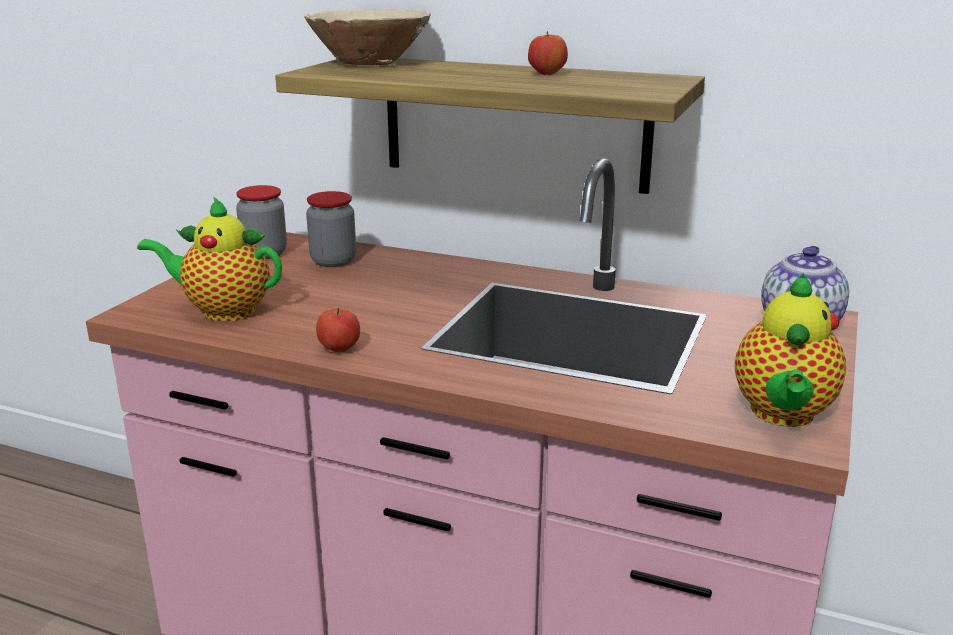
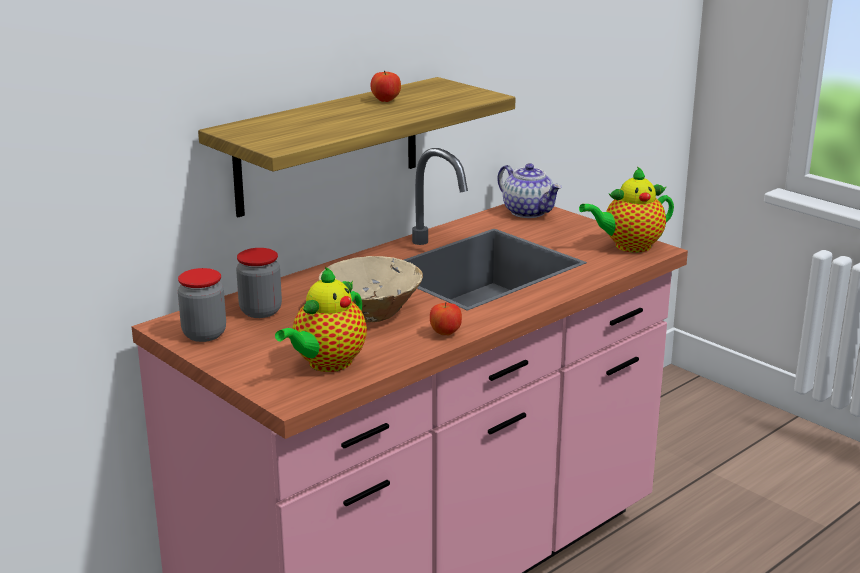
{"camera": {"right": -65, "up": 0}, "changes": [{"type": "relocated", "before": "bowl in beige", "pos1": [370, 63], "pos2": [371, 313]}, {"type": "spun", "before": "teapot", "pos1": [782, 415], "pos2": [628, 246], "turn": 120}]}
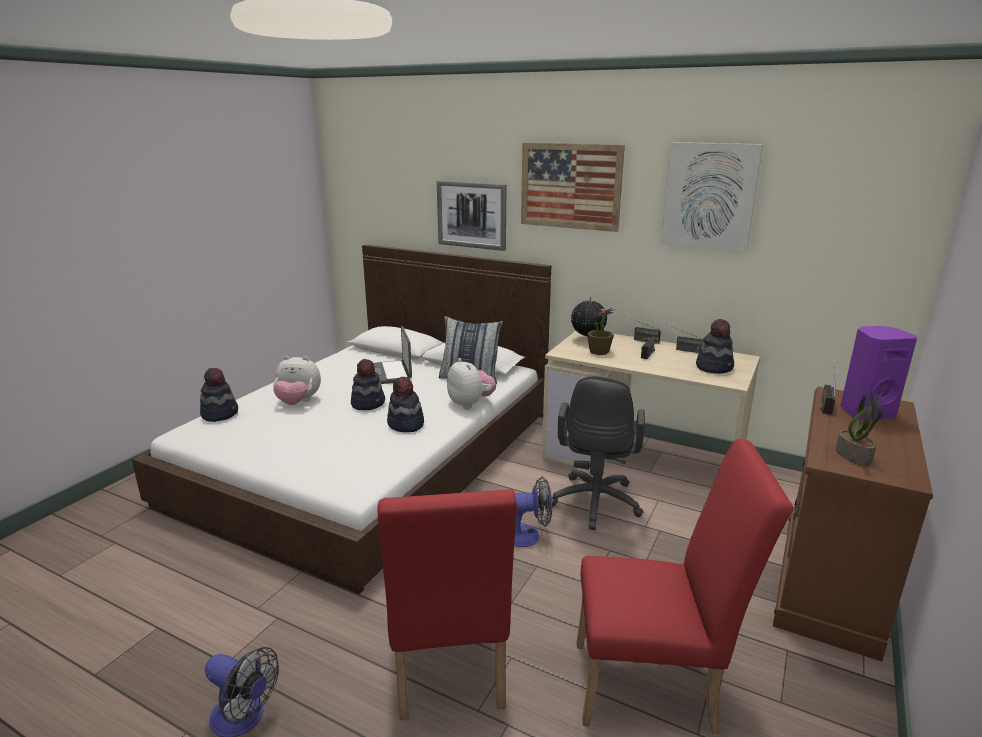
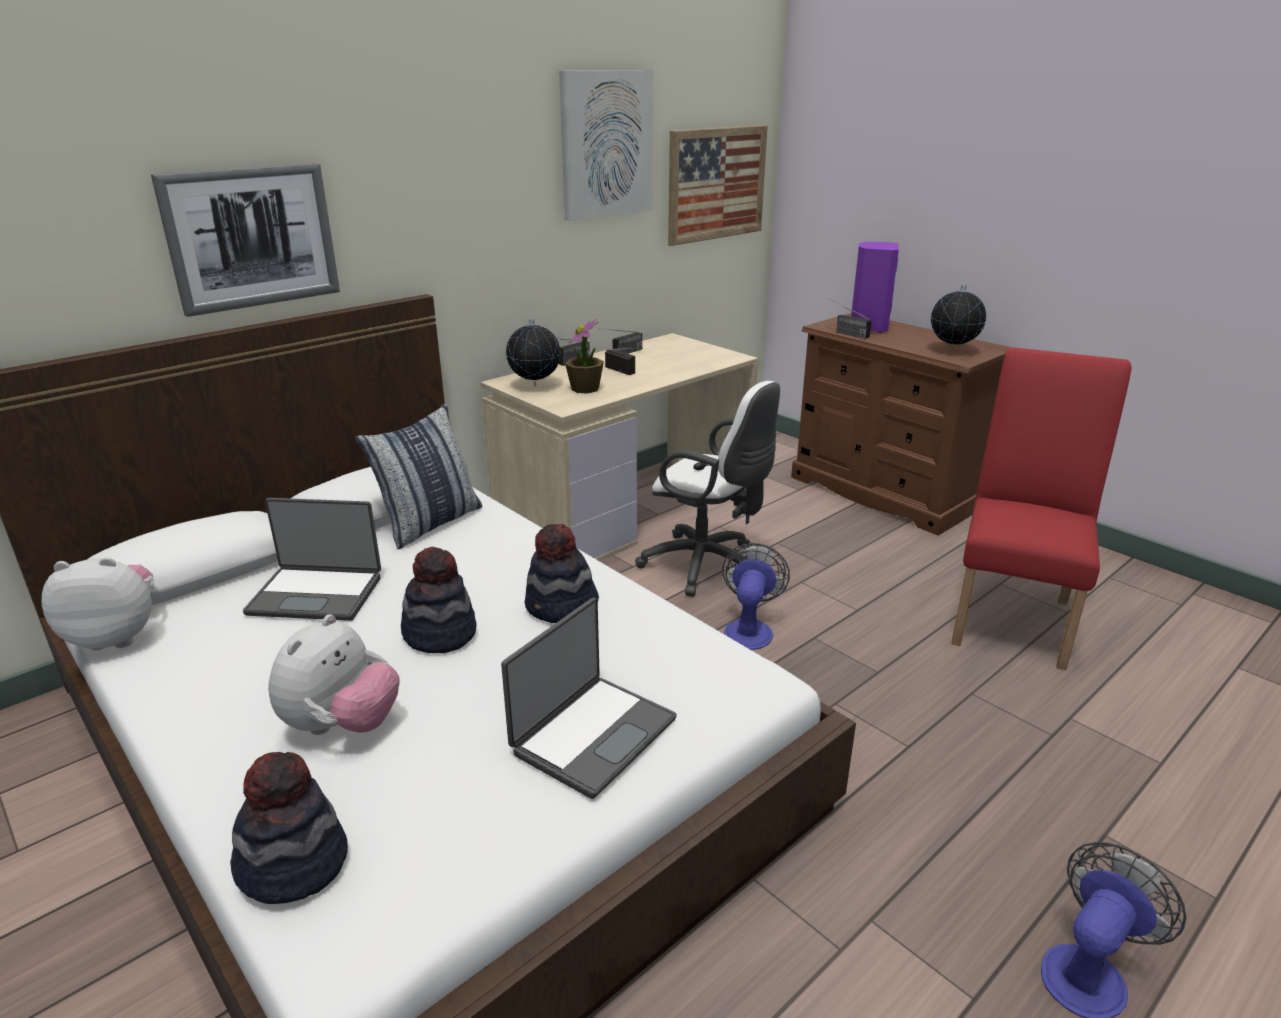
{"camera": {"right": -70, "up": 5}, "changes": [{"type": "relocated", "before": "picture", "pos1": [570, 186], "pos2": [717, 184]}, {"type": "missing", "before": "hat", "pos1": [714, 367]}, {"type": "relocated", "before": "plush toy", "pos1": [470, 404], "pos2": [117, 636]}, {"type": "colour", "before": "office chair in black", "after": "office chair in white", "pos1": [594, 505], "pos2": [708, 567]}, {"type": "exchanged", "before": "potted plant", "after": "globe", "pos1": [854, 456], "pos2": [952, 350]}, {"type": "missing", "before": "chair in red", "pos1": [448, 672]}, {"type": "appeared", "after": "laptop", "pos2": [592, 735]}]}
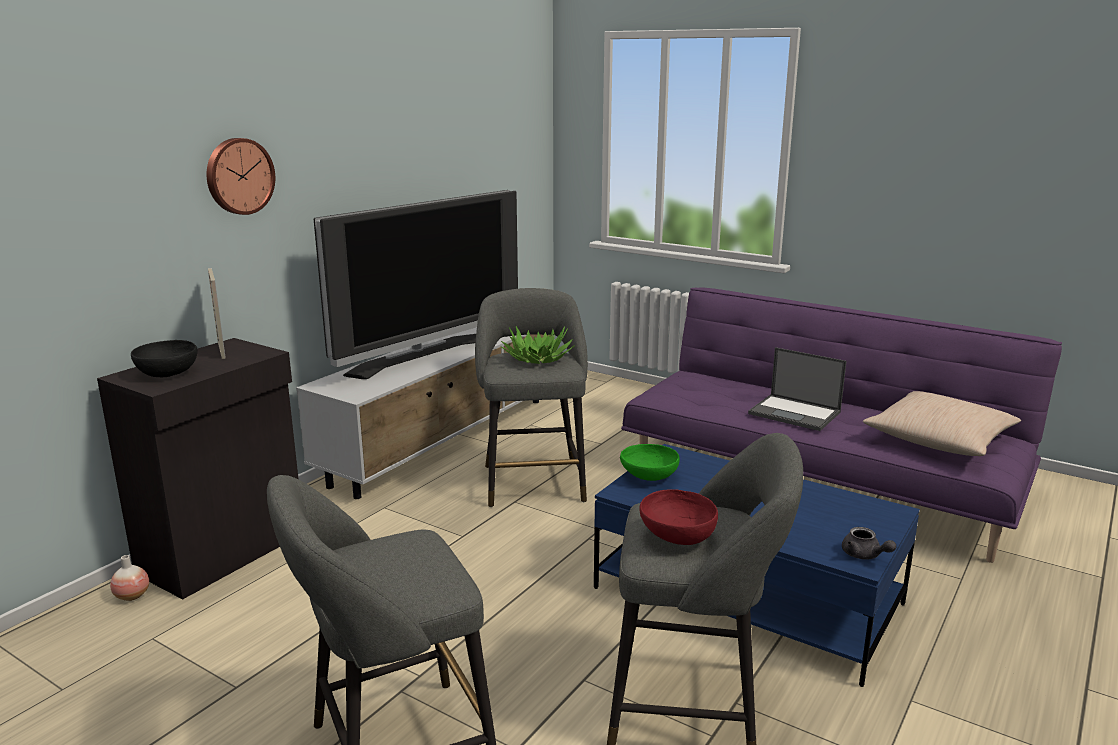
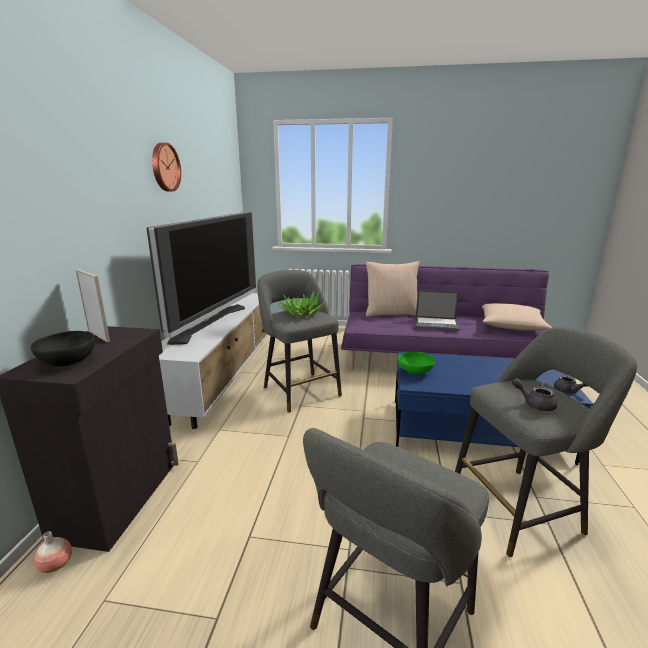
{"camera": {"right": -25, "up": 0}, "changes": [{"type": "relocated", "before": "wall clock", "pos1": [238, 176], "pos2": [164, 167]}, {"type": "exchanged", "before": "bowl in red", "after": "teapot in grey", "pos1": [676, 536], "pos2": [535, 403]}, {"type": "appeared", "after": "pillow in beige", "pos2": [391, 313]}]}
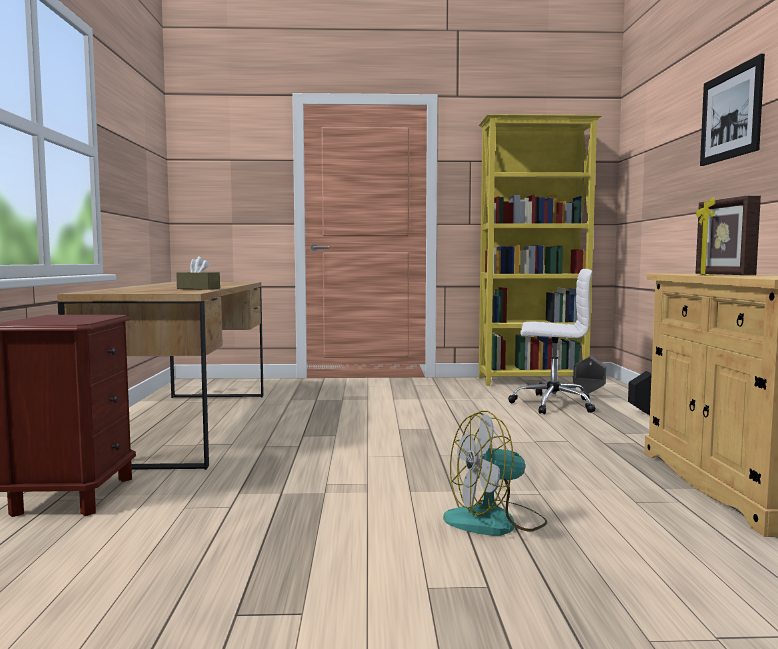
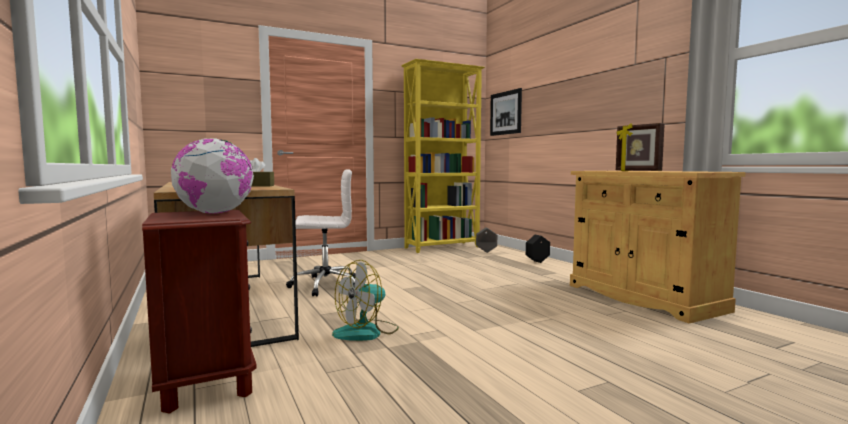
{"camera": {"right": -25, "up": 0}, "changes": [{"type": "relocated", "before": "picture", "pos1": [731, 114], "pos2": [505, 113]}, {"type": "relocated", "before": "office chair in white", "pos1": [551, 404], "pos2": [324, 285]}, {"type": "relocated", "before": "fan", "pos1": [495, 522], "pos2": [367, 332]}, {"type": "appeared", "after": "globe", "pos2": [215, 213]}]}
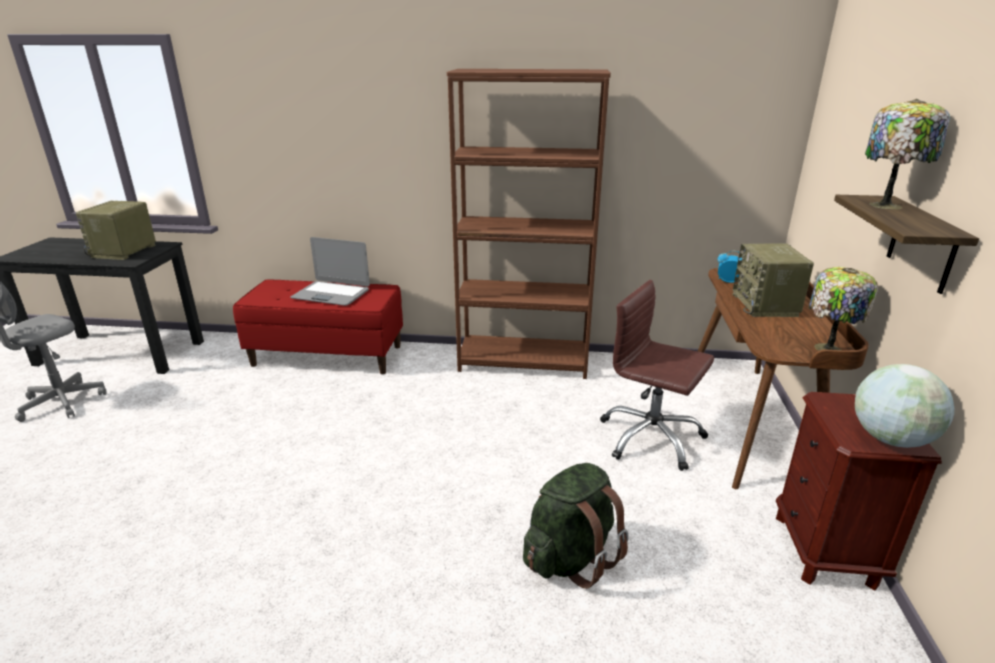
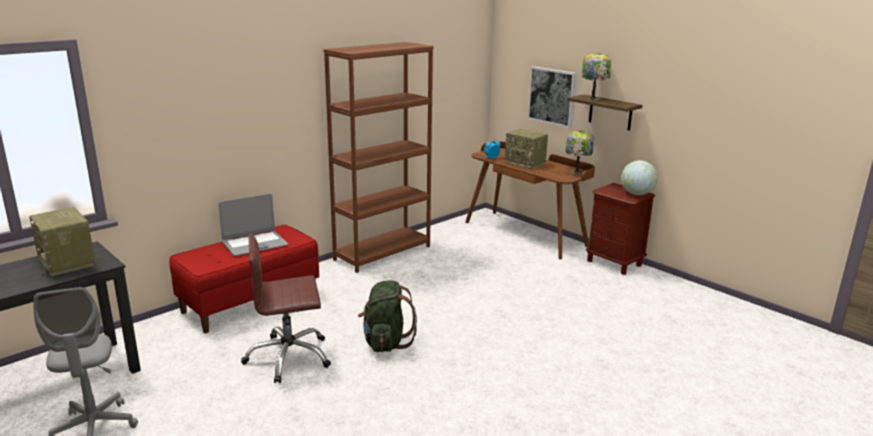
{"camera": {"right": -50, "up": -5}, "changes": [{"type": "relocated", "before": "office chair in brown", "pos1": [651, 438], "pos2": [288, 357]}, {"type": "relocated", "before": "backpack in green", "pos1": [570, 557], "pos2": [386, 342]}, {"type": "appeared", "after": "picture", "pos2": [552, 96]}]}
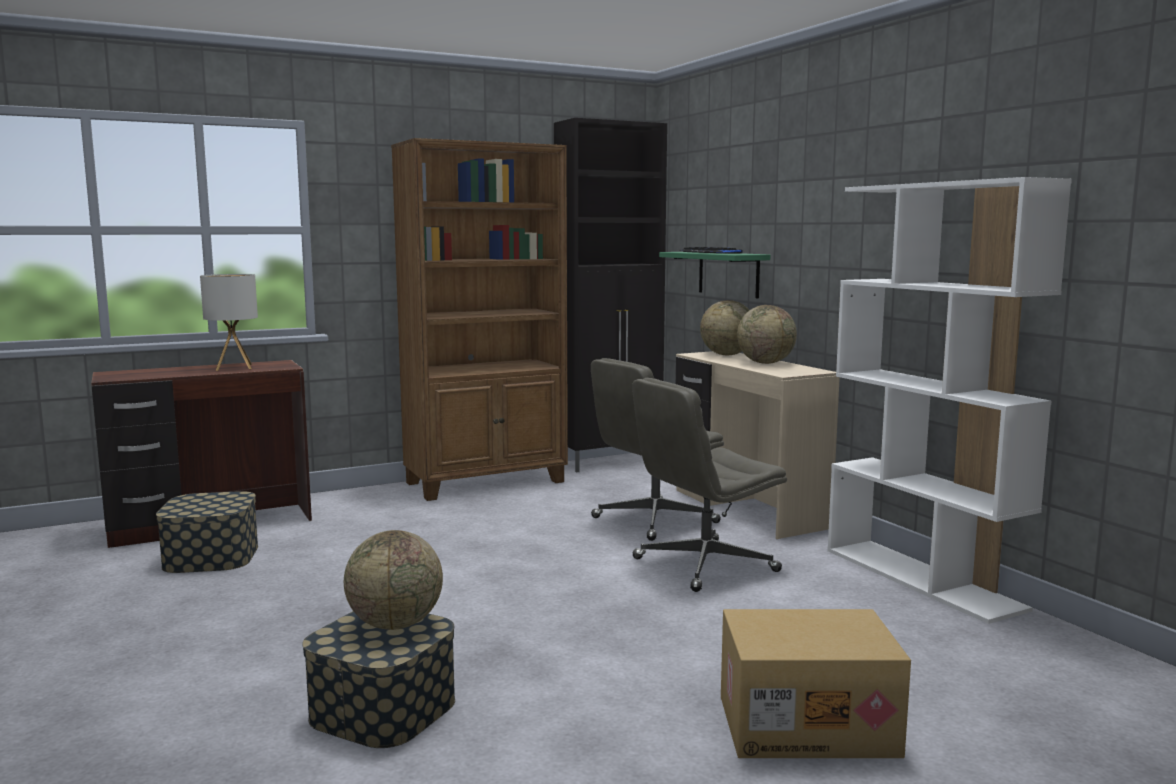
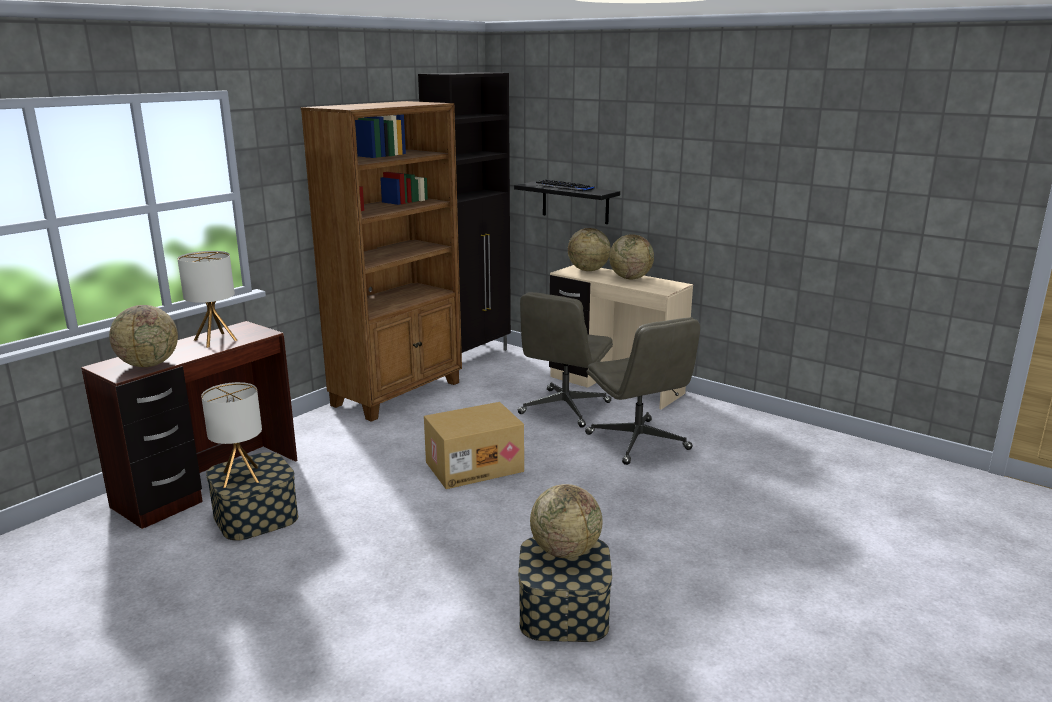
{"camera": {"right": -25, "up": 10}, "changes": [{"type": "missing", "before": "bookcase in white", "pos1": [923, 579]}, {"type": "colour", "before": "shelf in green", "after": "shelf in black", "pos1": [728, 274], "pos2": [575, 202]}, {"type": "spun", "before": "office chair in grey", "pos1": [704, 565], "pos2": [638, 442], "turn": -60}, {"type": "relocated", "before": "cardboard box", "pos1": [807, 724], "pos2": [474, 466]}, {"type": "appeared", "after": "globe", "pos2": [149, 364]}, {"type": "appeared", "after": "table lamp", "pos2": [241, 477]}]}
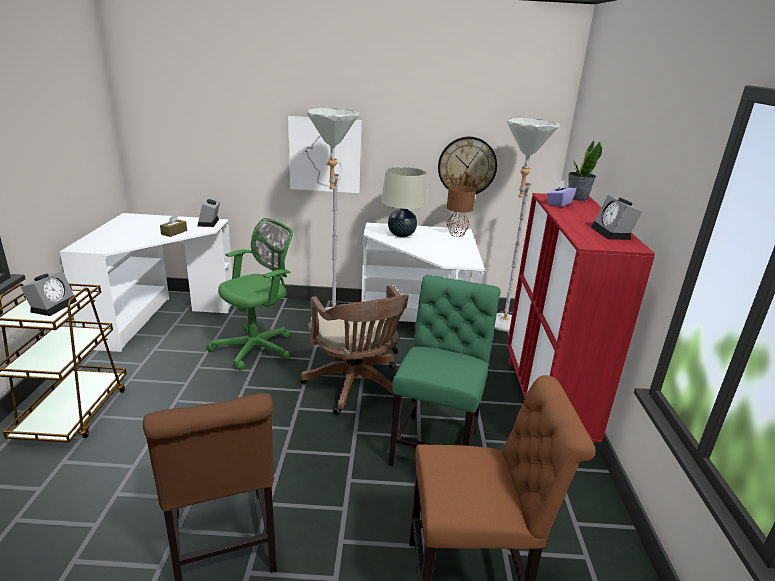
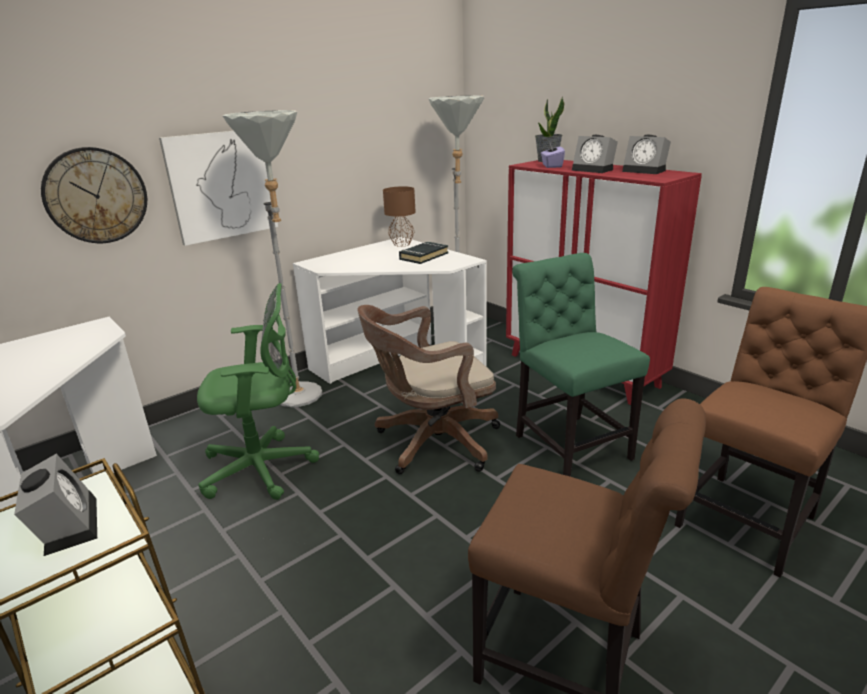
{"camera": {"right": -40, "up": 0}, "changes": [{"type": "relocated", "before": "wall clock", "pos1": [467, 166], "pos2": [96, 196]}, {"type": "missing", "before": "table lamp in beige", "pos1": [401, 235]}, {"type": "relocated", "before": "alarm clock", "pos1": [209, 223], "pos2": [594, 170]}, {"type": "missing", "before": "tissue box in brown", "pos1": [174, 232]}, {"type": "spun", "before": "office chair in green", "pos1": [257, 347], "pos2": [263, 468], "turn": 75}, {"type": "spun", "before": "office chair in brown", "pos1": [356, 387], "pos2": [431, 443], "turn": 135}, {"type": "appeared", "after": "book in black", "pos2": [423, 256]}]}
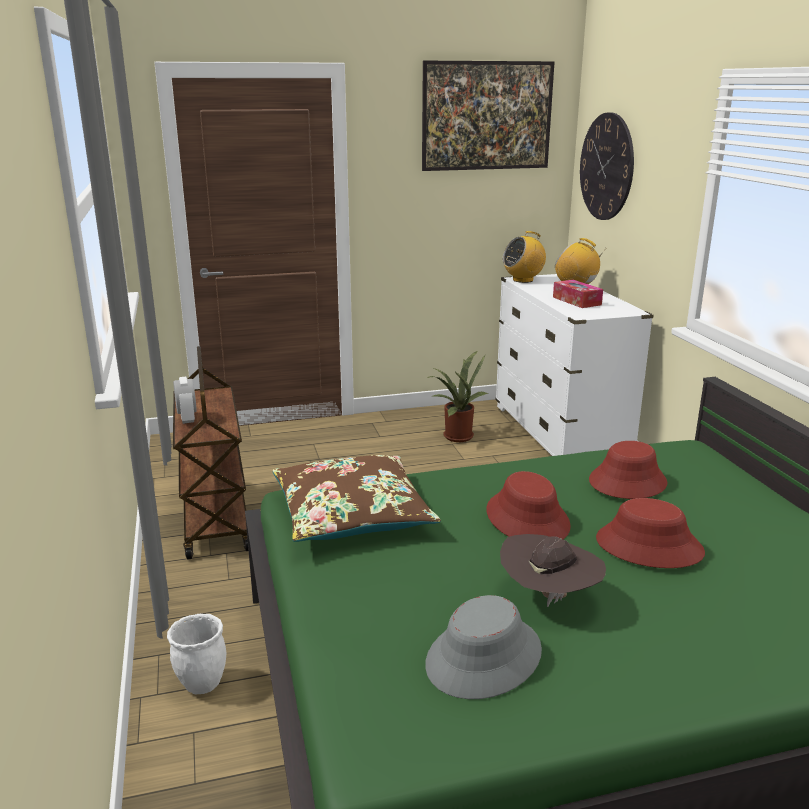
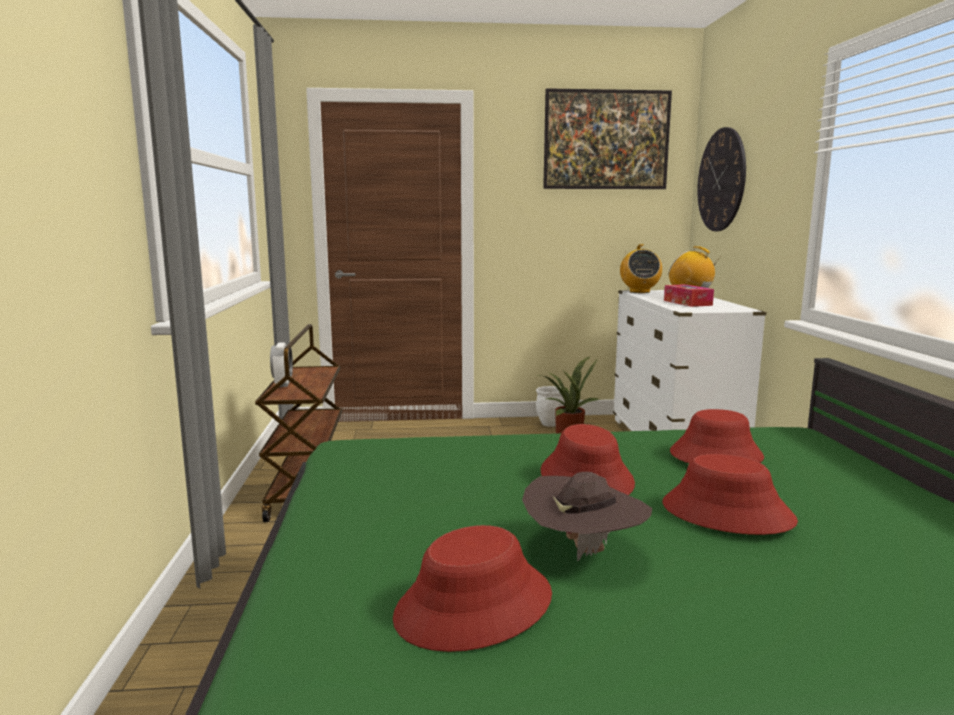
{"camera": {"right": 10, "up": -10}, "changes": [{"type": "spun", "before": "radio", "pos1": [523, 280], "pos2": [639, 292], "turn": -75}, {"type": "missing", "before": "pillow in brown", "pos1": [352, 514]}, {"type": "colour", "before": "hat in grey", "after": "hat in red", "pos1": [484, 658], "pos2": [474, 606]}, {"type": "relocated", "before": "planter in white", "pos1": [202, 683], "pos2": [550, 424]}]}
